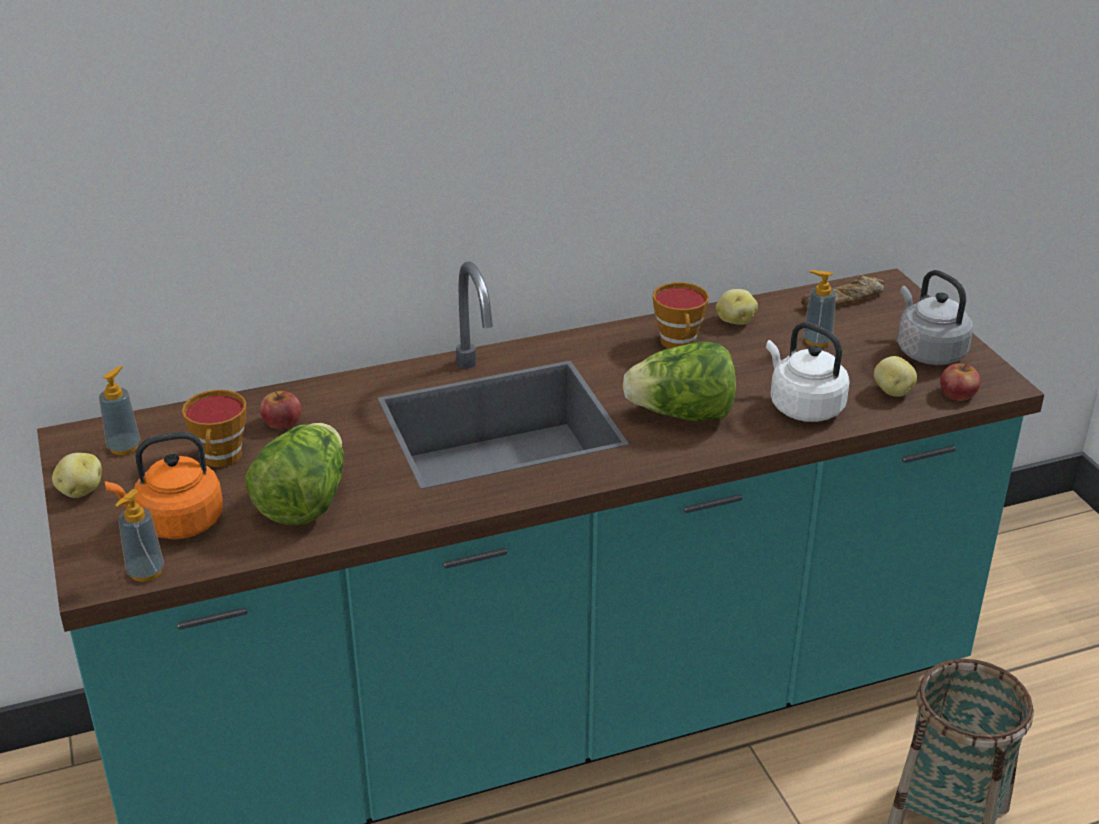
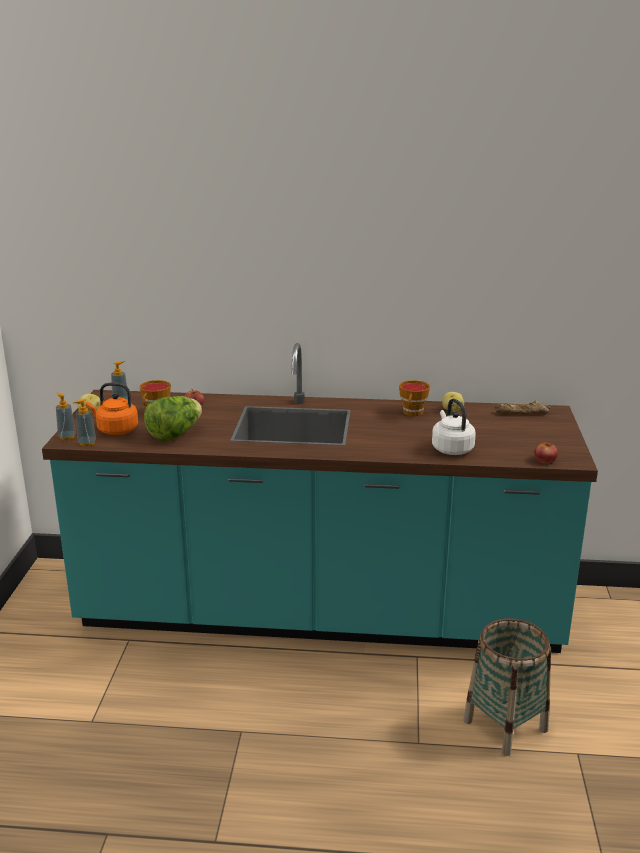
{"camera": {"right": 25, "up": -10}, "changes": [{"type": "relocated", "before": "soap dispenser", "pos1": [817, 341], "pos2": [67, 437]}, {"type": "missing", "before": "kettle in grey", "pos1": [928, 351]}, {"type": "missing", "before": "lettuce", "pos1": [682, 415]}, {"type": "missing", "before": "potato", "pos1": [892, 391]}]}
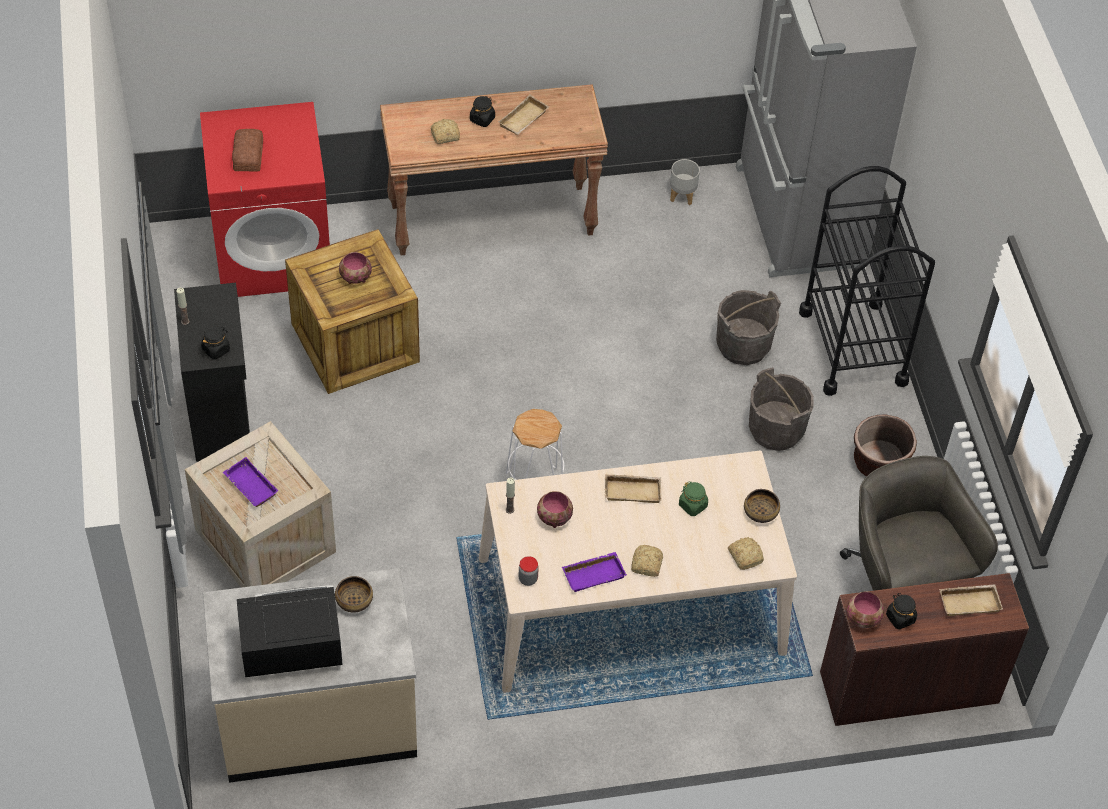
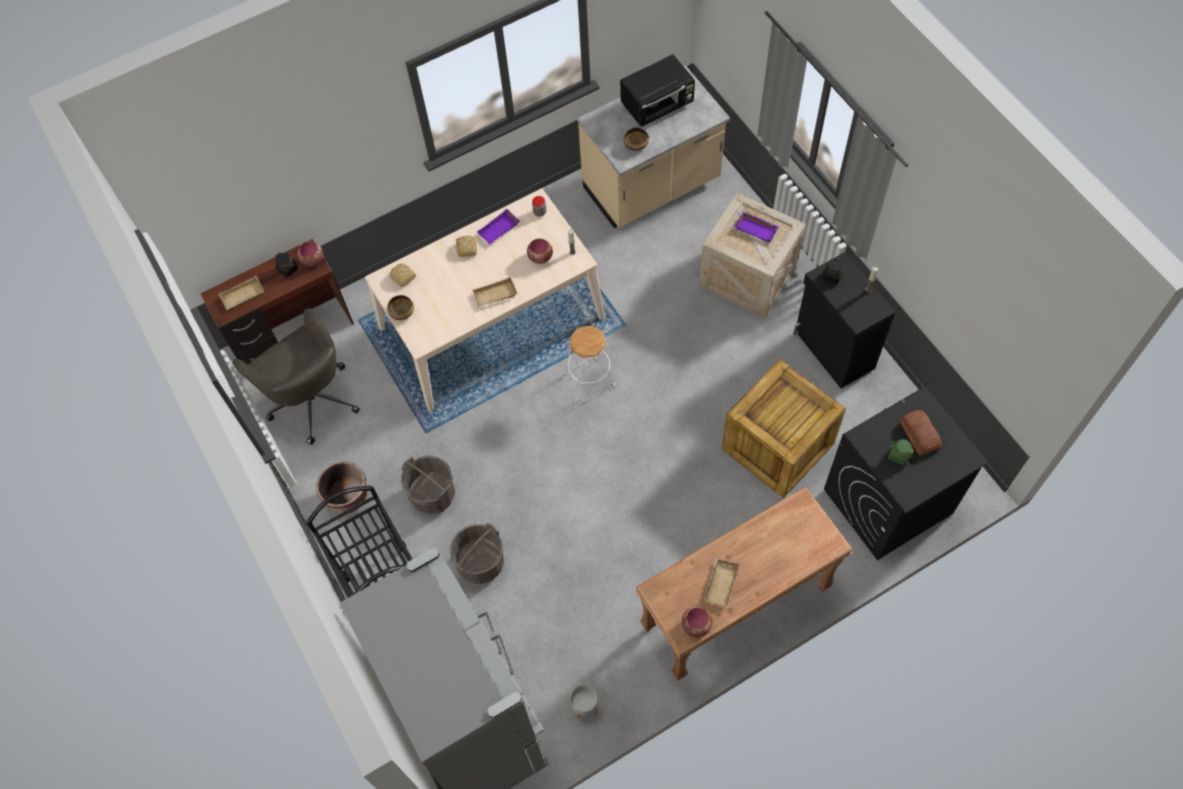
{"camera": {"right": 165, "up": 10}, "changes": [{"type": "missing", "before": "jar in black", "pos1": [482, 119]}, {"type": "colour", "before": "washing machine in red", "after": "washing machine in black", "pos1": [274, 253], "pos2": [887, 502]}, {"type": "missing", "before": "bread", "pos1": [444, 135]}, {"type": "relocated", "before": "bowl", "pos1": [355, 278], "pos2": [696, 624]}, {"type": "relocated", "before": "jar in green", "pos1": [693, 505], "pos2": [898, 455]}]}
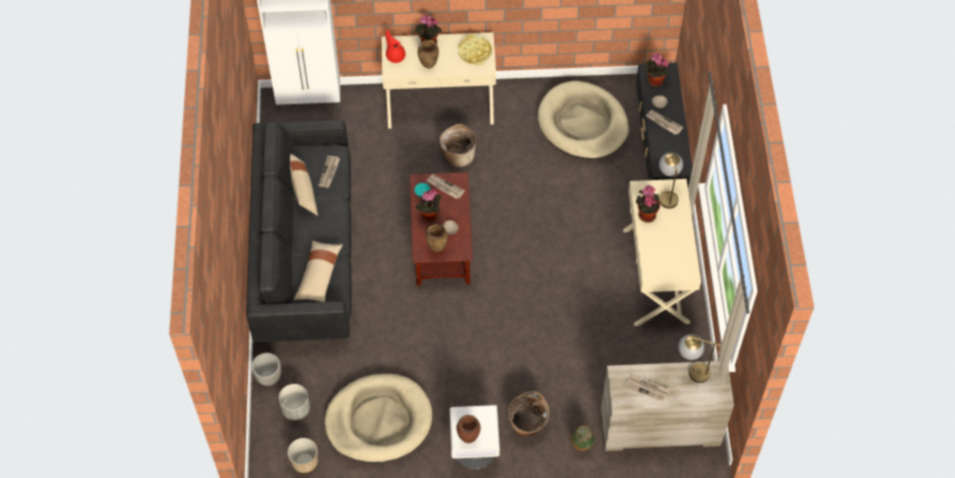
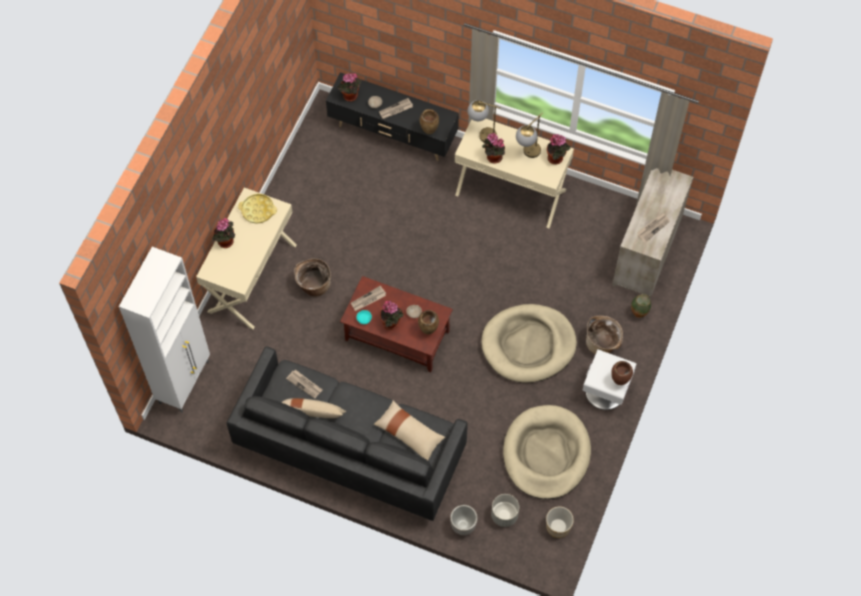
{"camera": {"right": -65, "up": 5}, "changes": [{"type": "missing", "before": "teapot in red", "pos1": [395, 55]}, {"type": "relocated", "before": "vase in brown", "pos1": [428, 66], "pos2": [429, 132]}, {"type": "relocated", "before": "dog bed in beige", "pos1": [583, 124], "pos2": [528, 345]}, {"type": "relocated", "before": "table lamp", "pos1": [691, 371], "pos2": [527, 154]}, {"type": "appeared", "after": "potted plant", "pos2": [556, 158]}]}
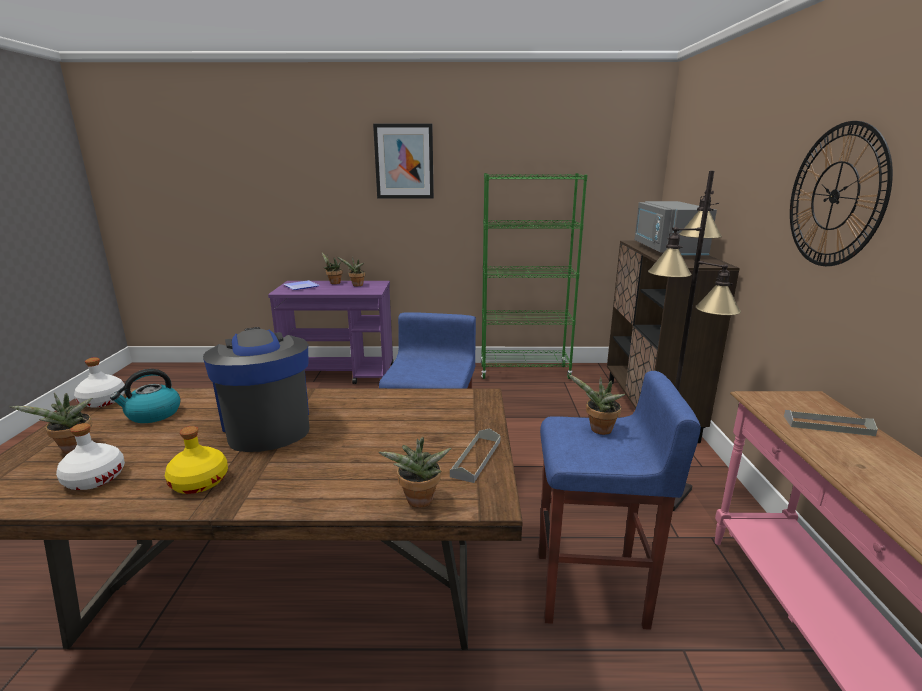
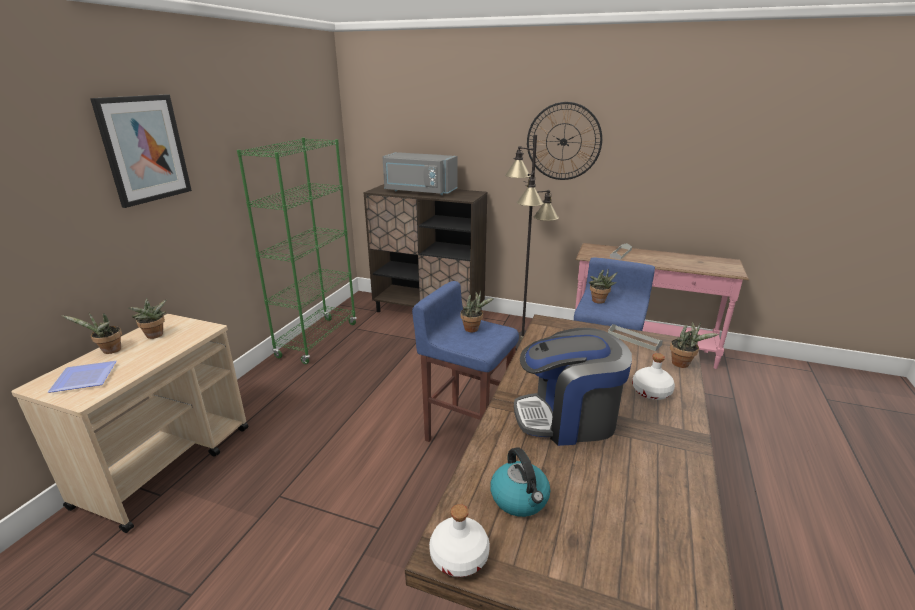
{"camera": {"right": -70, "up": 5}, "changes": [{"type": "colour", "before": "cart in purple", "after": "cart in beige", "pos1": [340, 374], "pos2": [168, 464]}, {"type": "relocated", "before": "potted plant", "pos1": [74, 450], "pos2": [473, 329]}, {"type": "relocated", "before": "bottle in white", "pos1": [94, 478], "pos2": [651, 392]}, {"type": "missing", "before": "bottle in yellow", "pos1": [200, 482]}]}
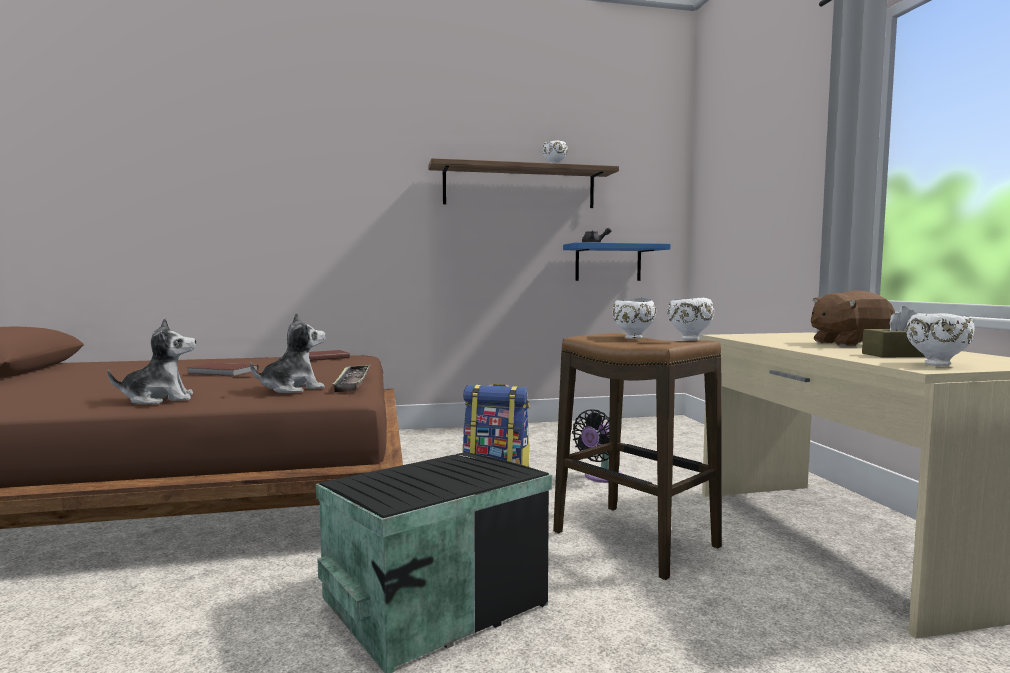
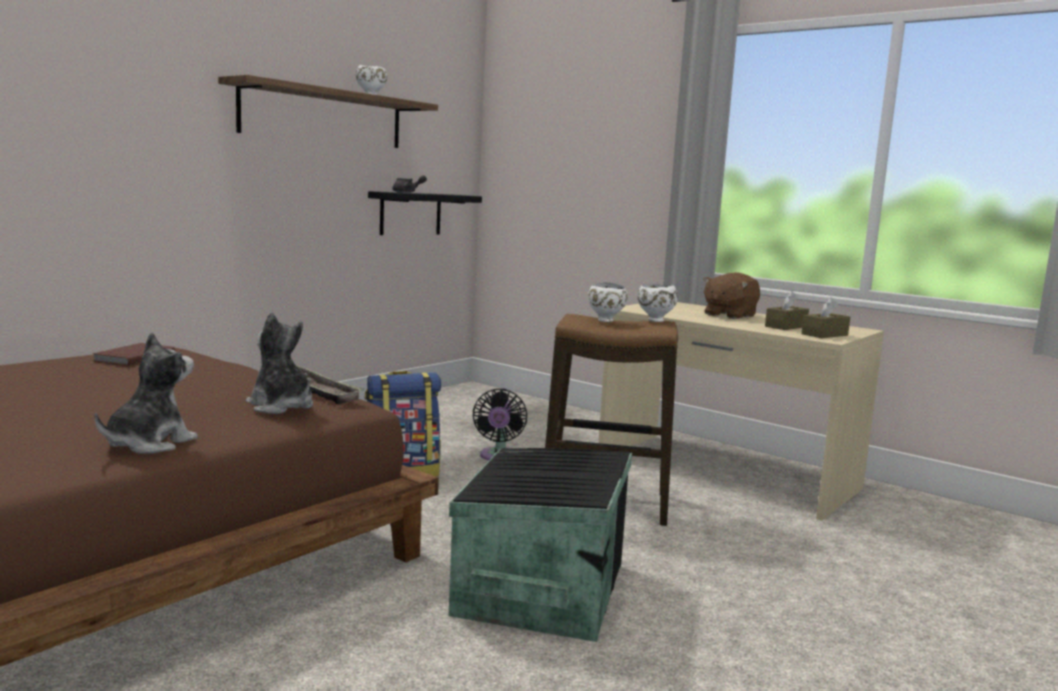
{"camera": {"right": -40, "up": 5}, "changes": [{"type": "colour", "before": "shelf in blue", "after": "shelf in black", "pos1": [608, 262], "pos2": [410, 213]}, {"type": "spun", "before": "plush toy", "pos1": [292, 389], "pos2": [281, 407], "turn": -60}, {"type": "exchanged", "before": "bowl in white", "after": "tissue box in brown", "pos1": [936, 364], "pos2": [824, 335]}, {"type": "missing", "before": "book in brown", "pos1": [222, 372]}]}
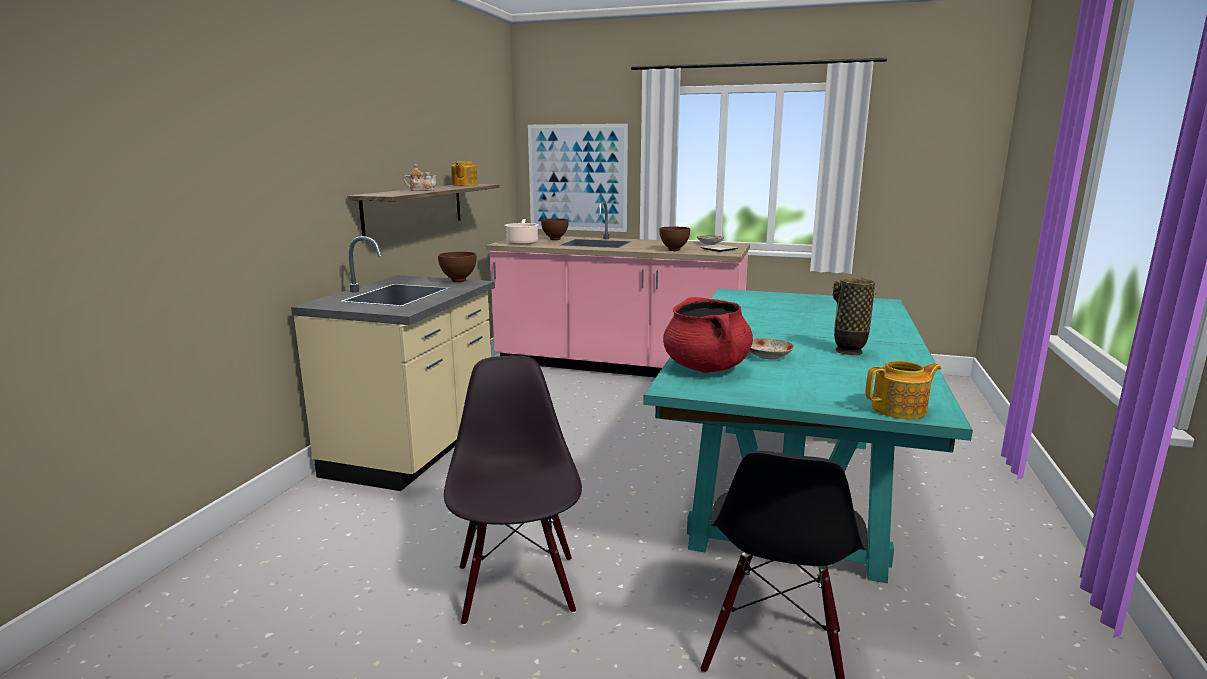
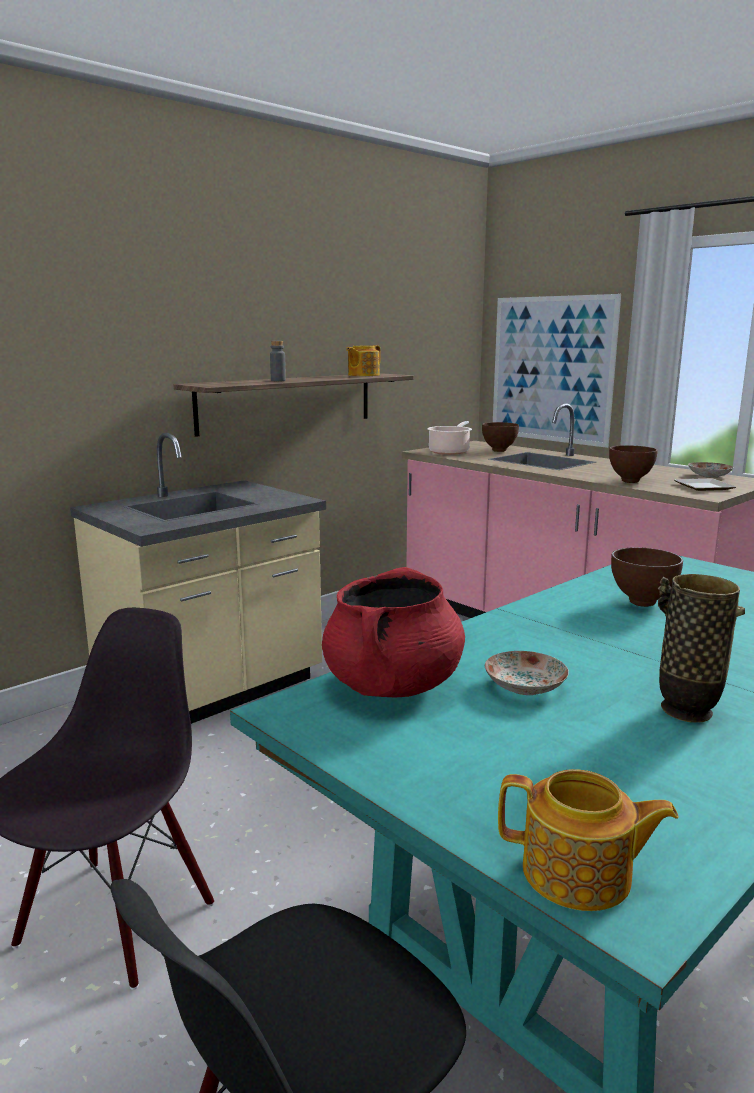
{"camera": {"right": 30, "up": 0}, "changes": [{"type": "exchanged", "before": "teapot", "after": "bottle in grey", "pos1": [422, 190], "pos2": [278, 380]}, {"type": "relocated", "before": "bowl in brown", "pos1": [458, 281], "pos2": [641, 602]}]}
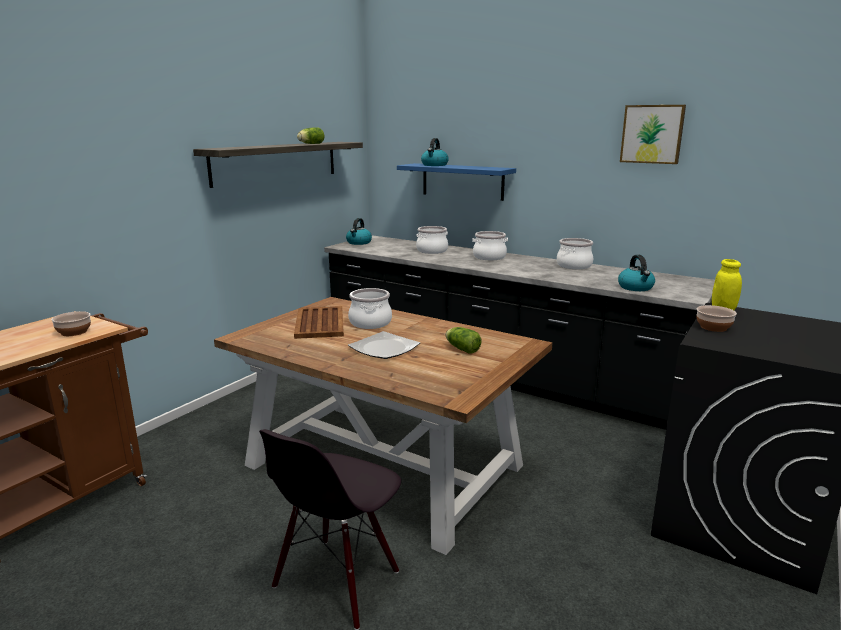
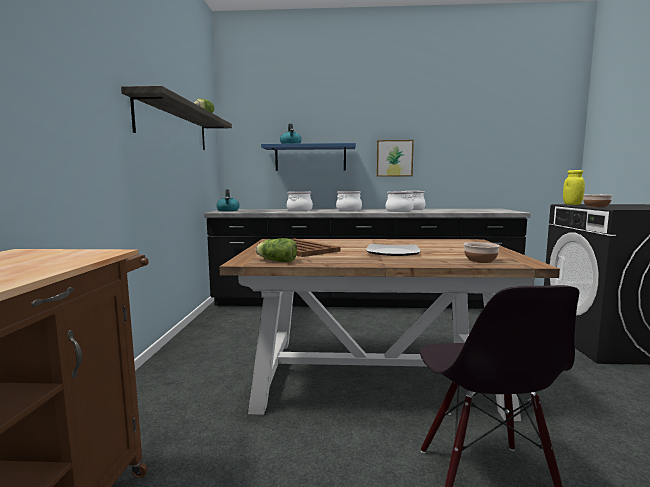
{"camera": {"right": -30, "up": -10}, "changes": [{"type": "relocated", "before": "picture", "pos1": [652, 134], "pos2": [394, 158]}, {"type": "missing", "before": "kettle", "pos1": [636, 287]}, {"type": "relocated", "before": "cooking pot", "pos1": [370, 323], "pos2": [399, 211]}, {"type": "relocated", "before": "bowl", "pos1": [73, 332], "pos2": [480, 260]}, {"type": "relocated", "before": "lettuce", "pos1": [461, 348], "pos2": [276, 261]}]}
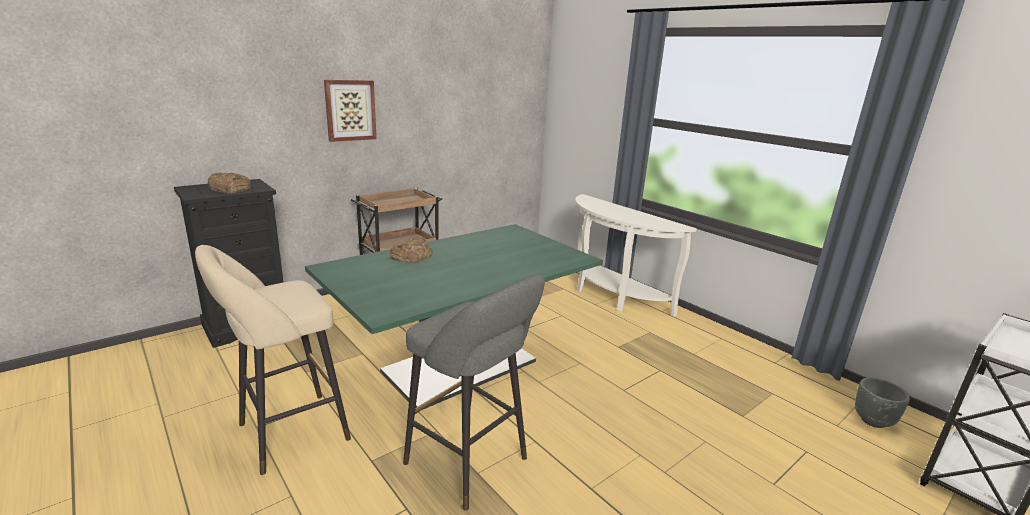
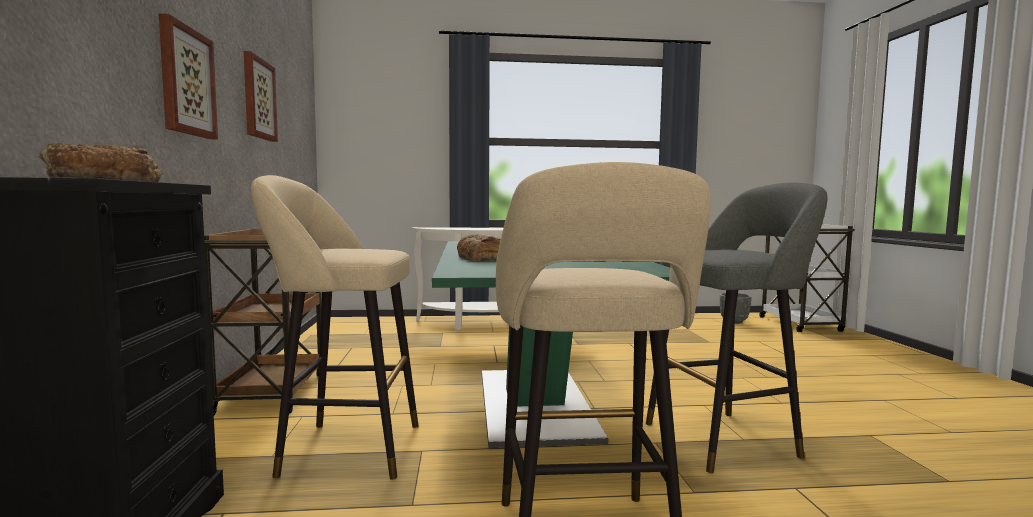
{"camera": {"right": -55, "up": -15}, "changes": [{"type": "appeared", "after": "picture", "pos2": [258, 99]}, {"type": "appeared", "after": "stool in beige", "pos2": [343, 449]}]}
